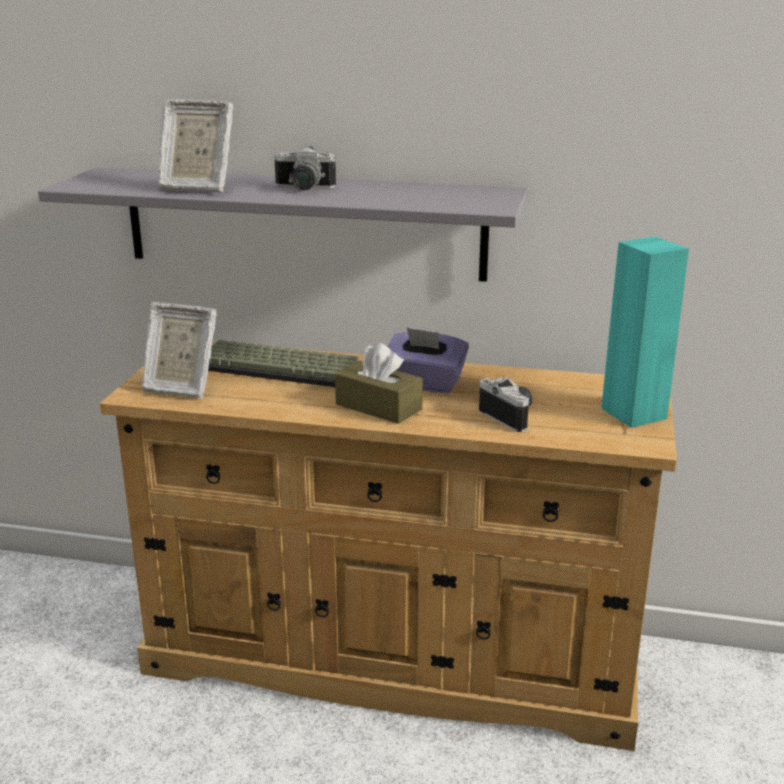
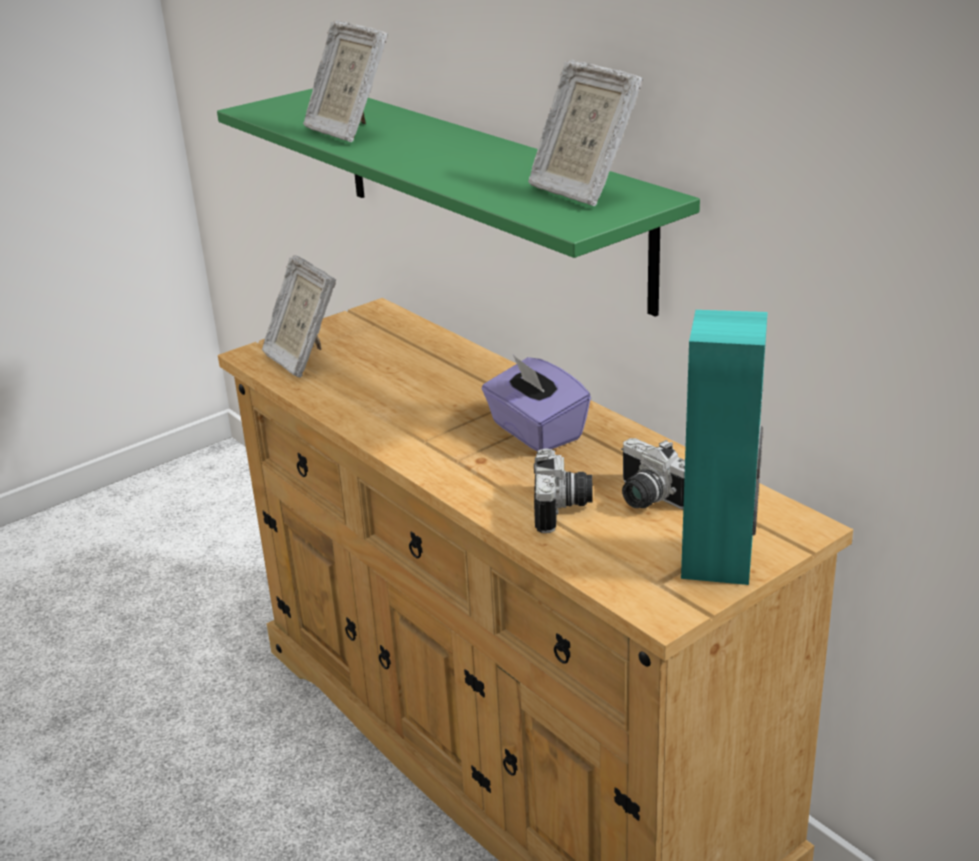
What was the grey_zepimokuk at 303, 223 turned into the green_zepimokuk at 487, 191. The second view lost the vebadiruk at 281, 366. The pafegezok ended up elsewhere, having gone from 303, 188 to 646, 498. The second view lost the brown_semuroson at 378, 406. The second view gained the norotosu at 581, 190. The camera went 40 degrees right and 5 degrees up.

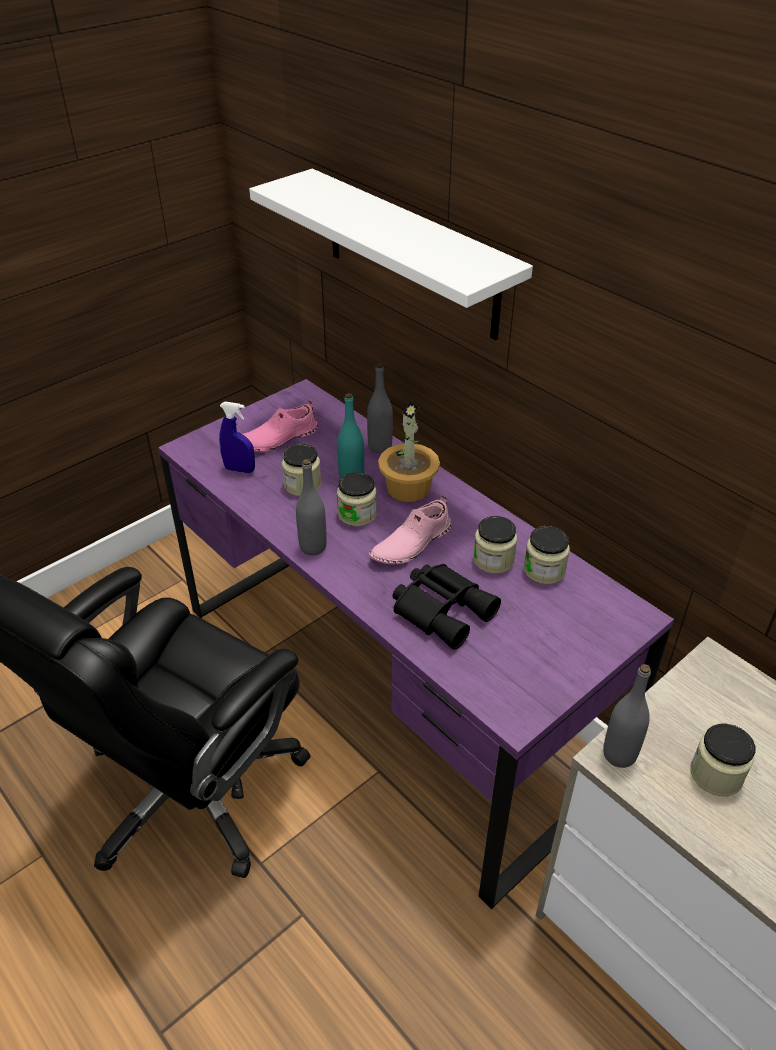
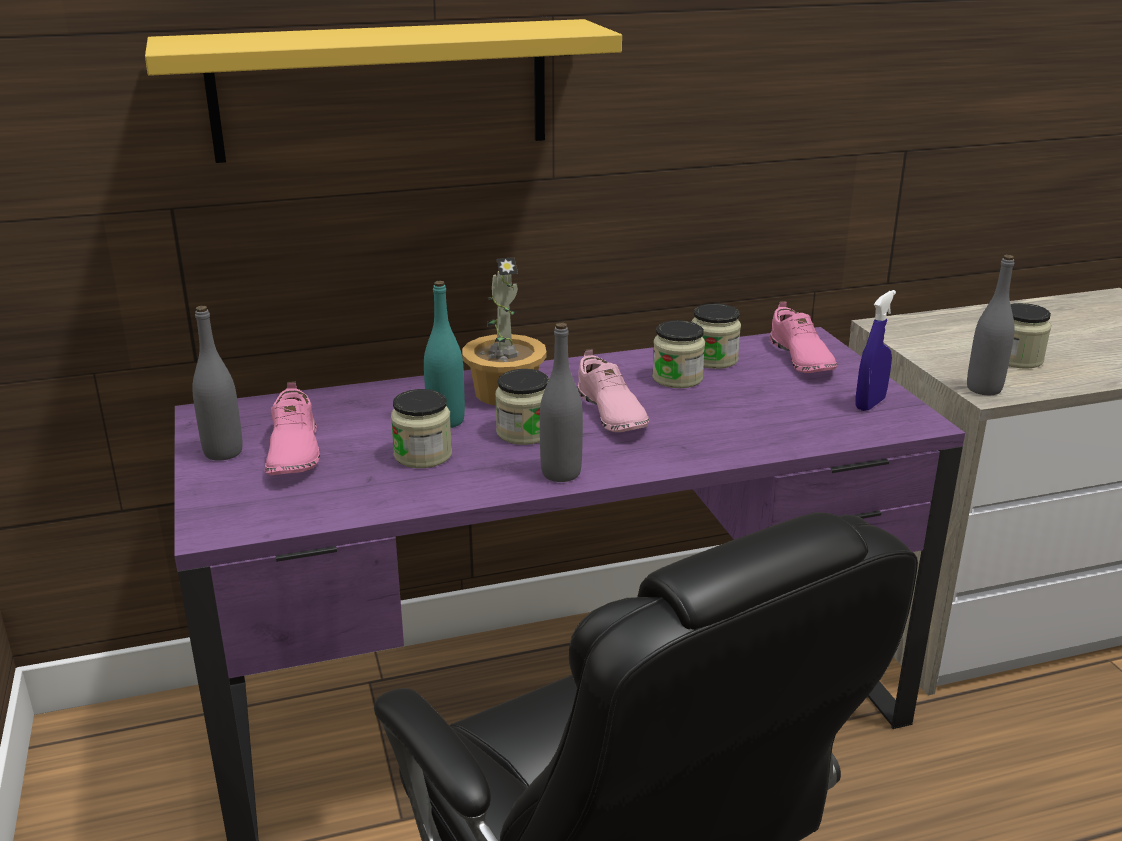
The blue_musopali ended up elsewhere, having gone from 239, 469 to 870, 404. What was the white_zepimokuk at 411, 254 turned into the yellow_zepimokuk at 381, 90. The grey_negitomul ended up elsewhere, having gone from 380, 446 to 223, 452. The second view lost the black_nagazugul at 443, 609. The second view gained the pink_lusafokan at 800, 359. The camera went 65 degrees left and 15 degrees down.

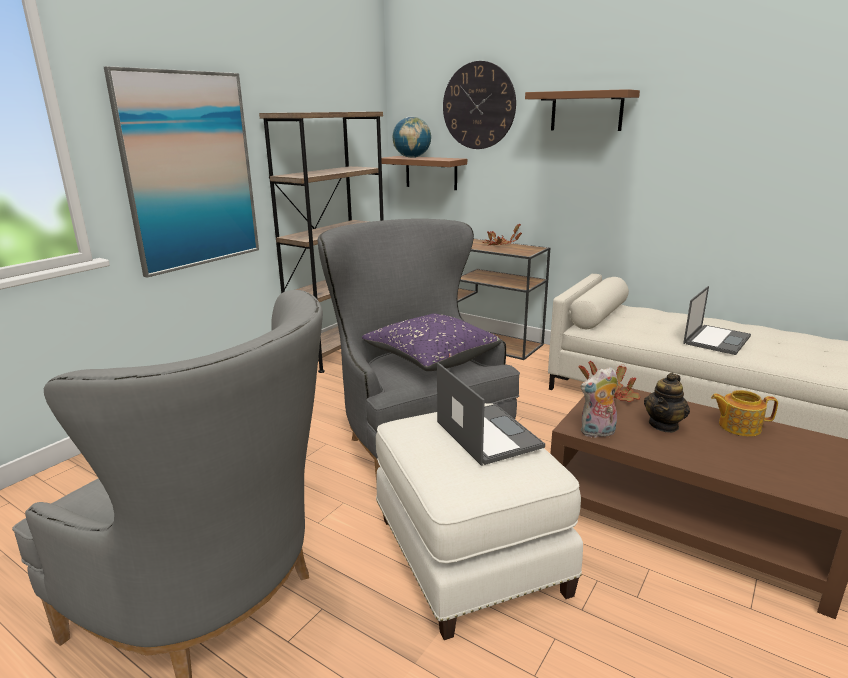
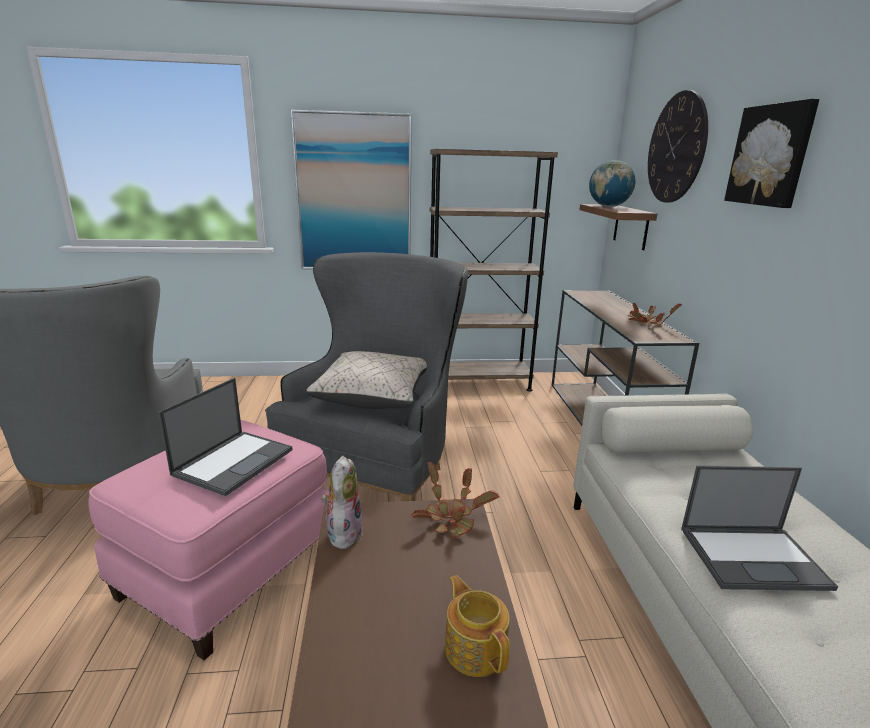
What was the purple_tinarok at 431, 358 turned into the beige_tinarok at 373, 395. What was the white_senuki at 467, 555 turned into the pink_senuki at 229, 568. Where the brown_zepimokuk hung at 586, 111, the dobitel came to hang at 771, 155. The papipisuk at 597, 433 ended up facing another way, 60 degrees clockwise from before. The second view lost the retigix at 664, 425. The camera went 50 degrees right and 0 degrees up.

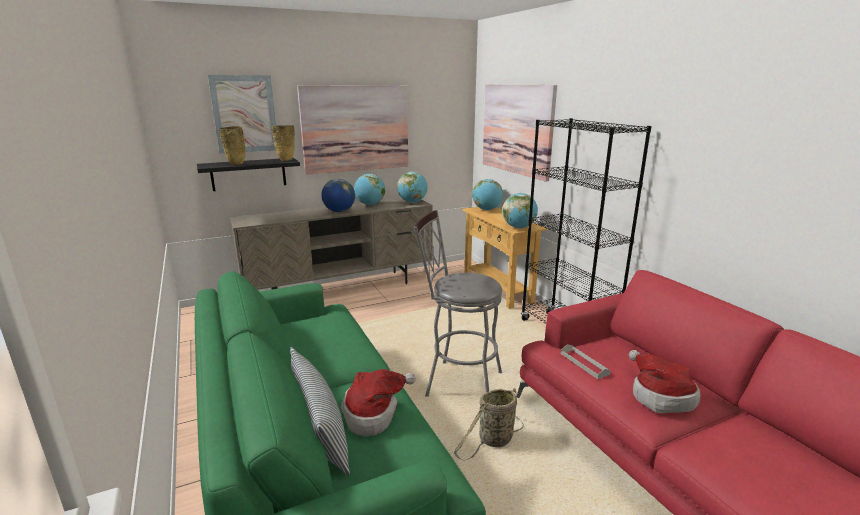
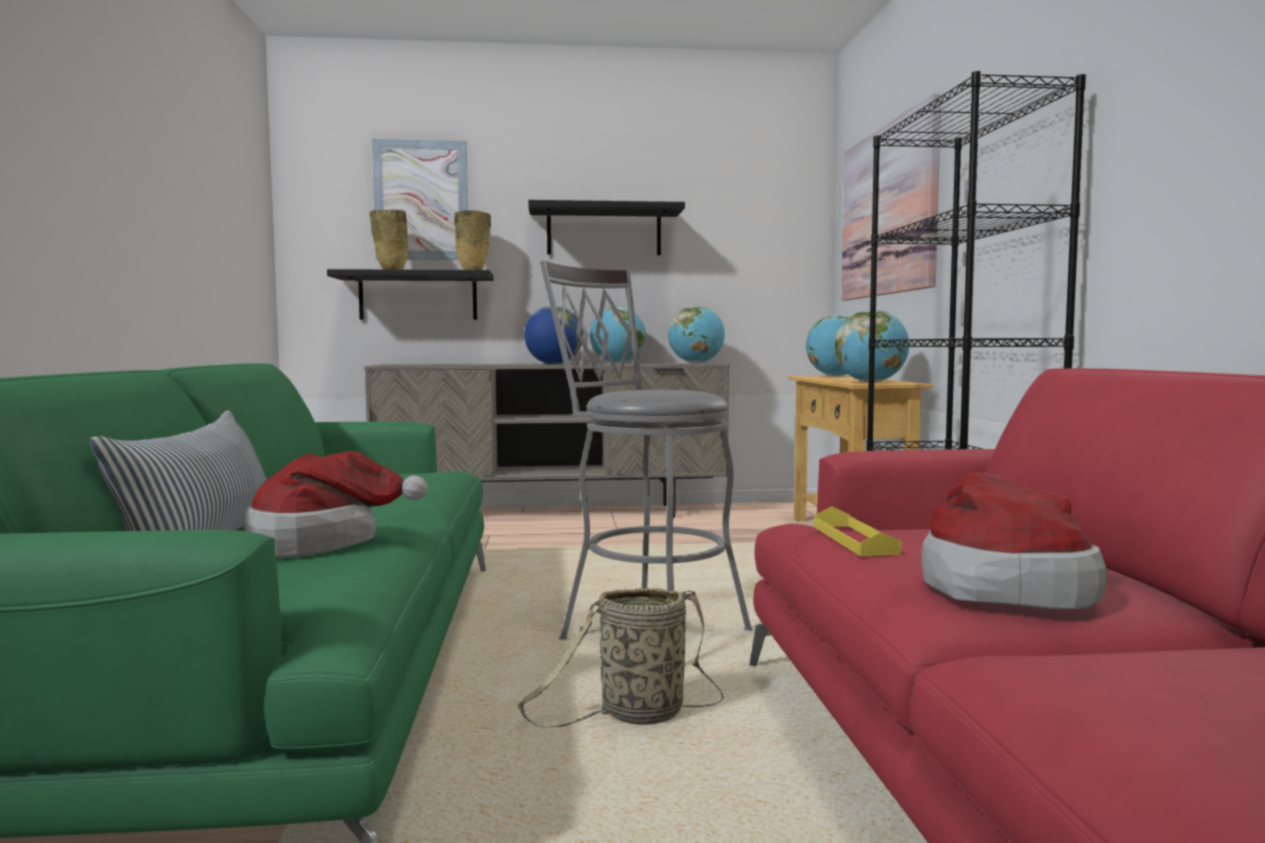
Where the dobitel hung at 356, 128, the black_zepimokuk came to hang at 604, 232. What was the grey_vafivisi at 584, 363 turned into the yellow_vafivisi at 854, 540. The camera went 20 degrees right and 15 degrees down.

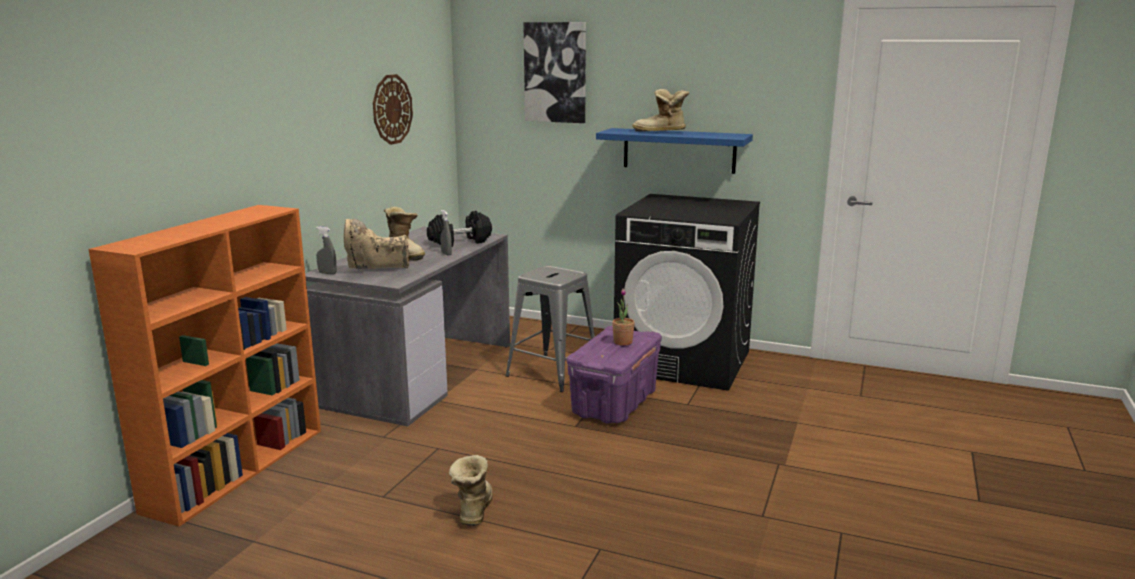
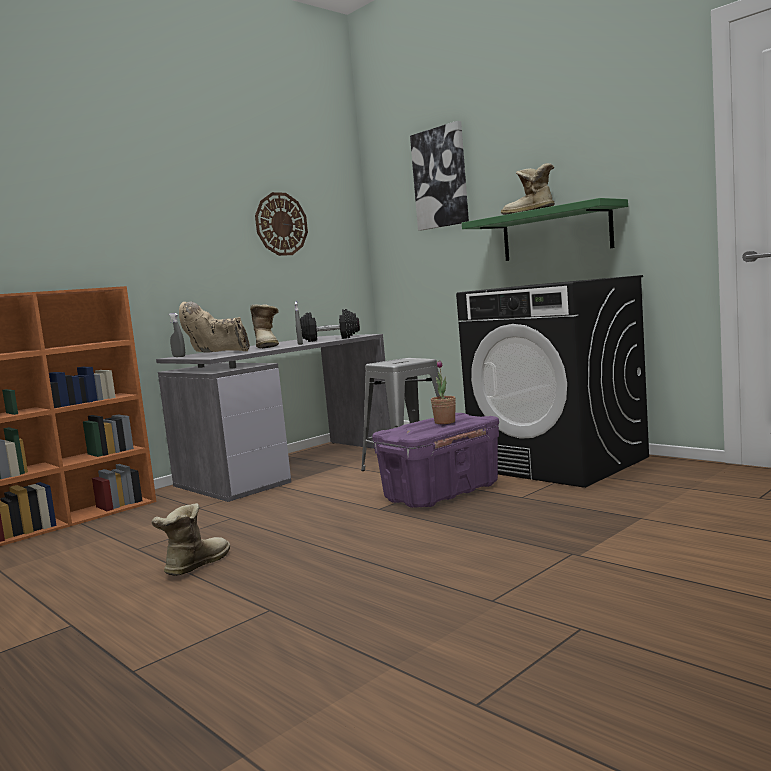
What was the blue_zepimokuk at 679, 150 turned into the green_zepimokuk at 555, 233. The camera went 25 degrees right and 10 degrees down.

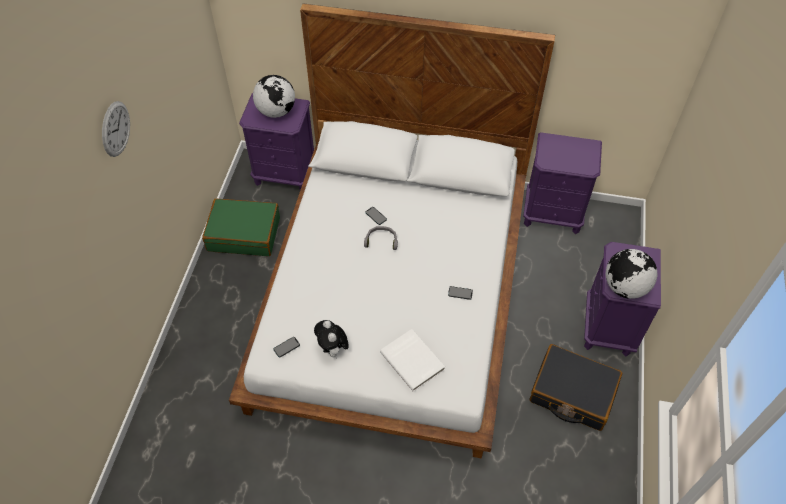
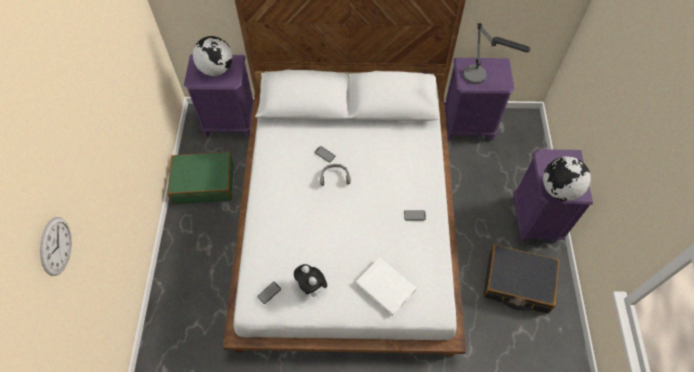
The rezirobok ended up elsewhere, having gone from 115, 129 to 56, 246. The second view gained the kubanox at 481, 78. The camera went 10 degrees left and 5 degrees up.

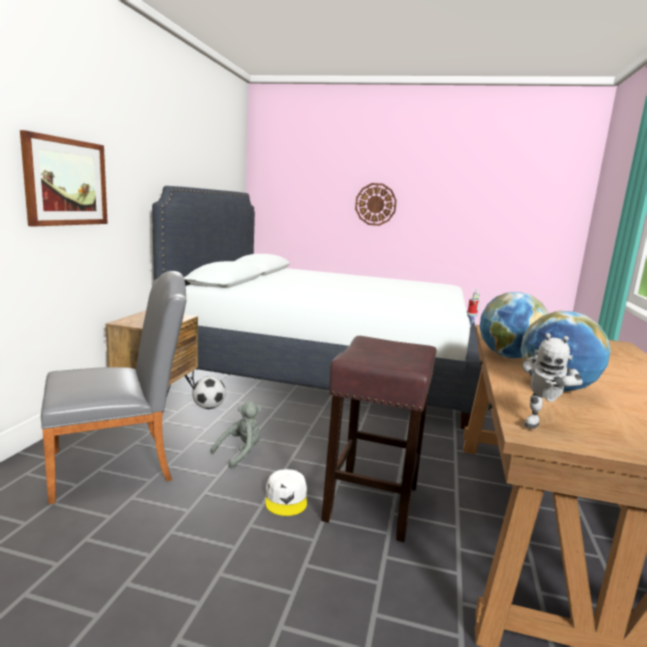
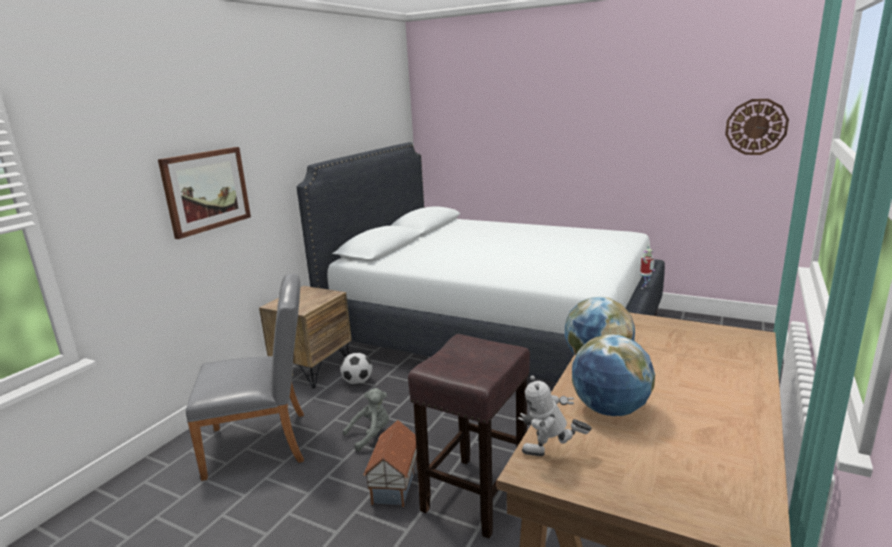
Where the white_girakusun stood at 286, 498, the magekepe came to stand at 396, 485. The rezirobok ended up elsewhere, having gone from 375, 204 to 756, 127. The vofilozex at 539, 421 ended up facing another way, 45 degrees clockwise from before. The camera went 15 degrees right and 5 degrees up.

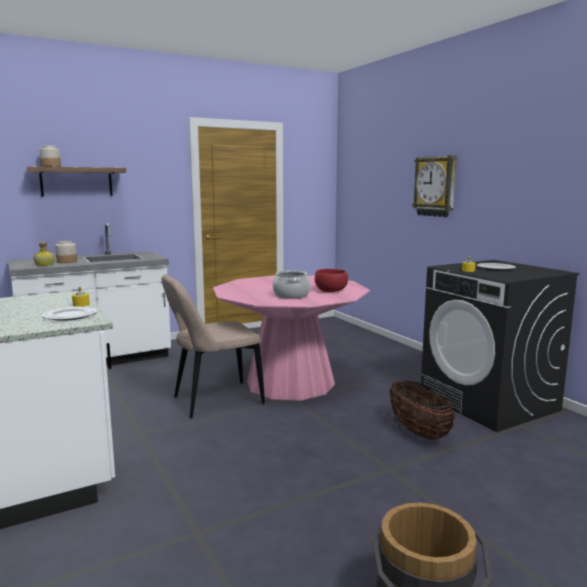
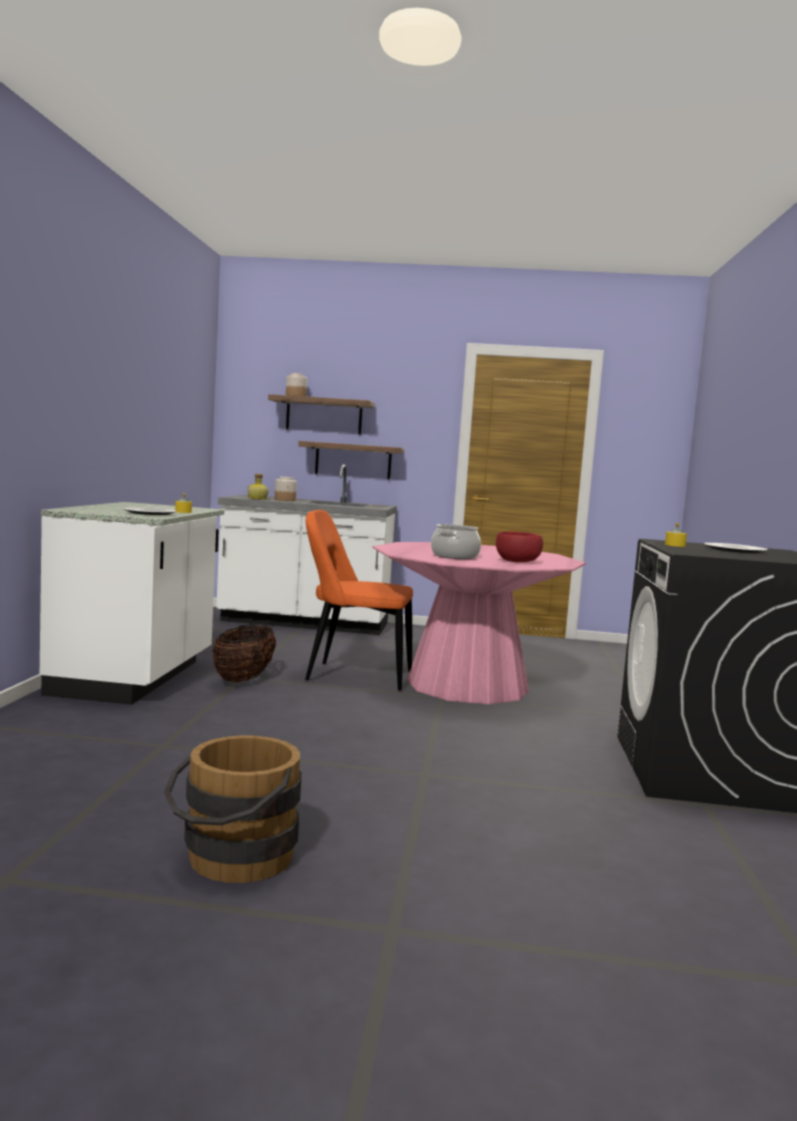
What was the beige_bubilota at 213, 401 turned into the orange_bubilota at 354, 676. The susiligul ended up elsewhere, having gone from 418, 432 to 243, 679. The second view lost the rezirobok at 435, 186. The second view gained the zepimokuk at 353, 460. The camera went 35 degrees right and 5 degrees down.

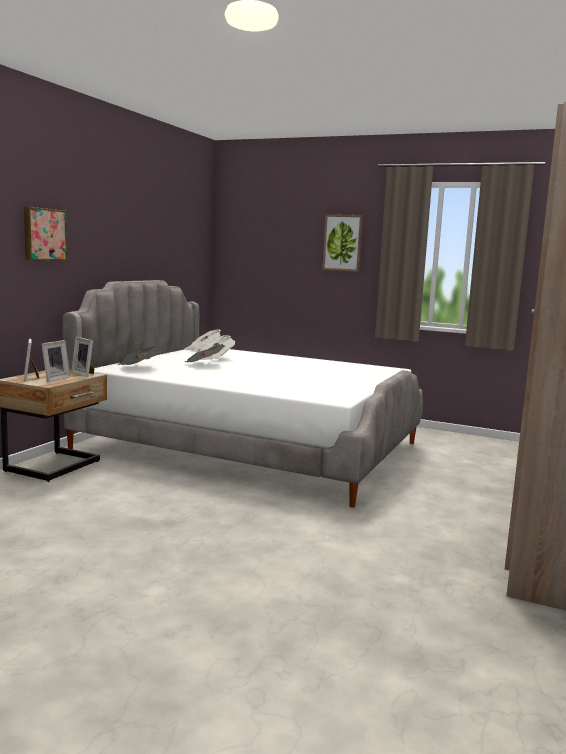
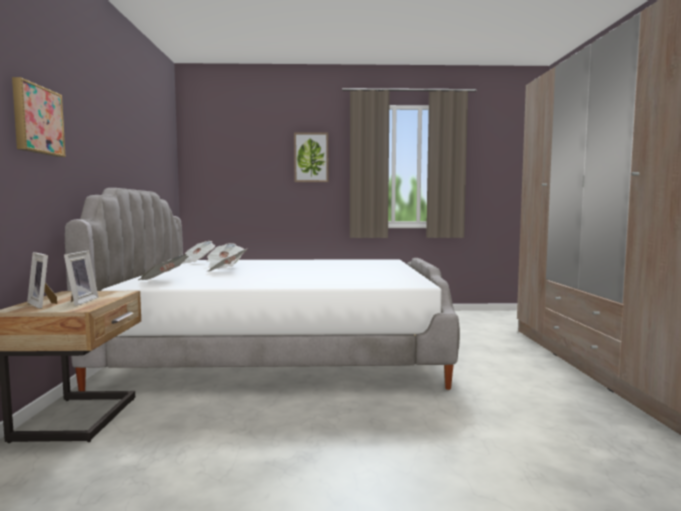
The second view lost the norotosu at 84, 374. The camera went 25 degrees left and 5 degrees down.

